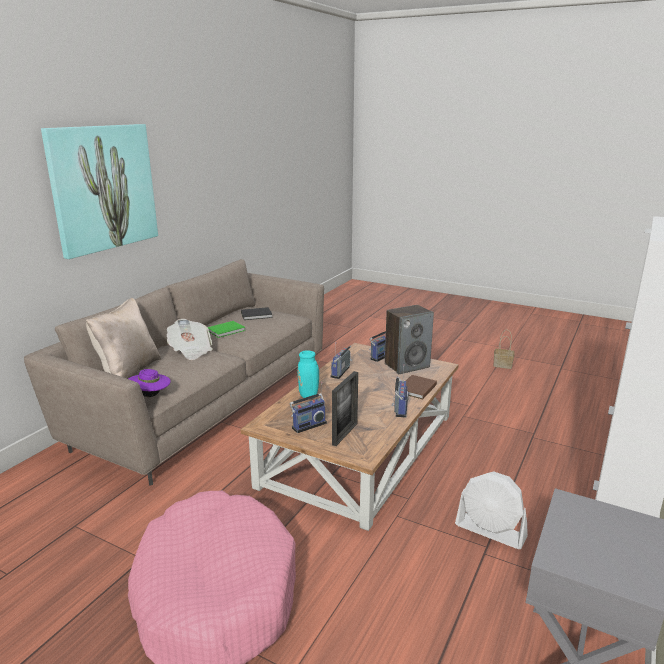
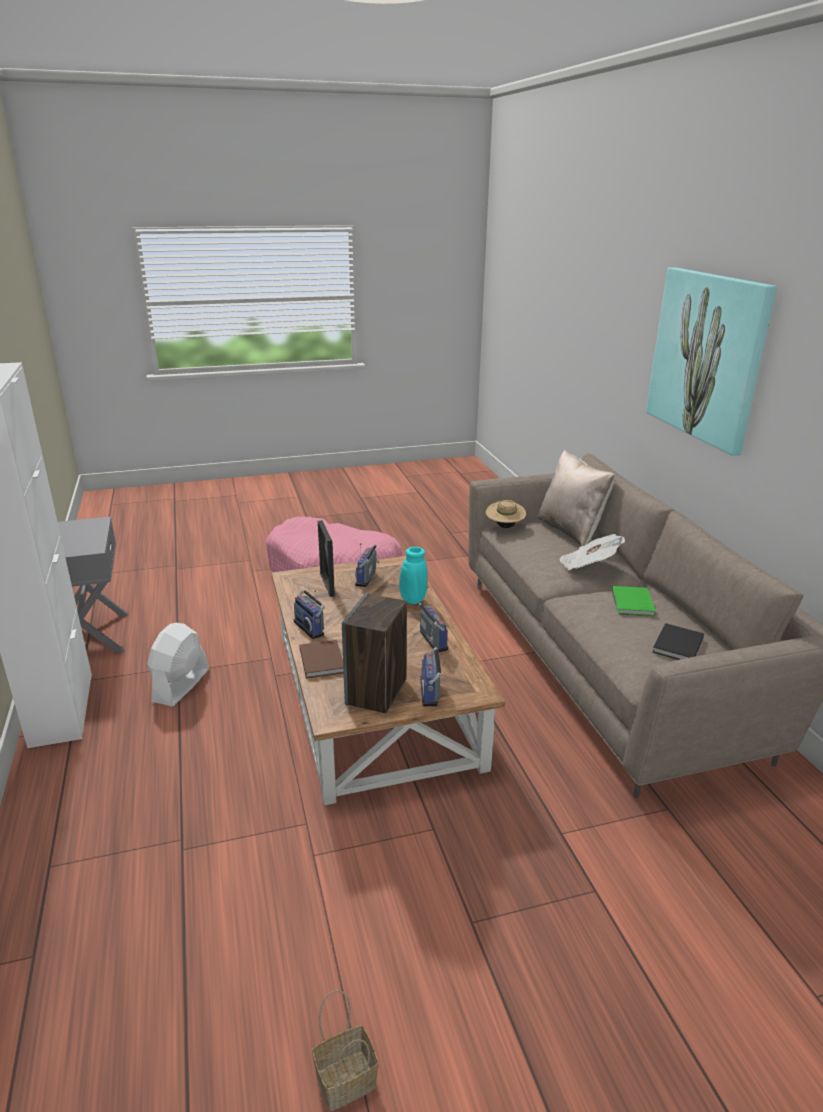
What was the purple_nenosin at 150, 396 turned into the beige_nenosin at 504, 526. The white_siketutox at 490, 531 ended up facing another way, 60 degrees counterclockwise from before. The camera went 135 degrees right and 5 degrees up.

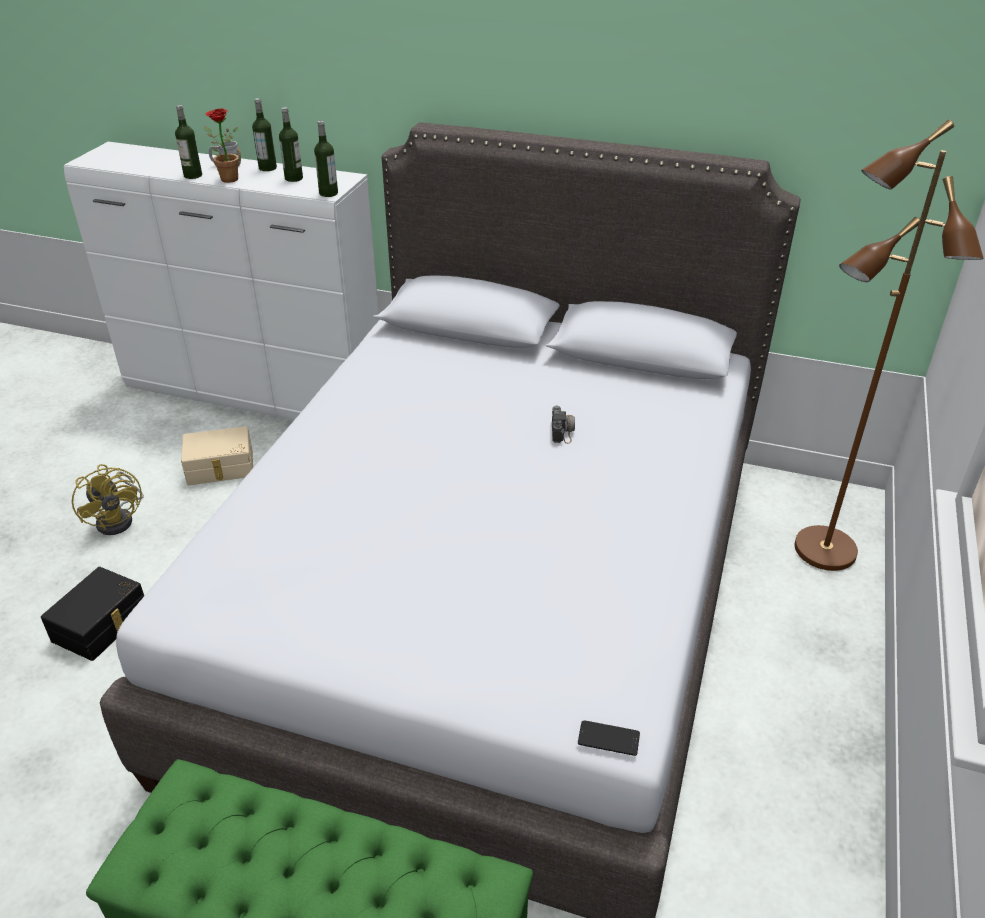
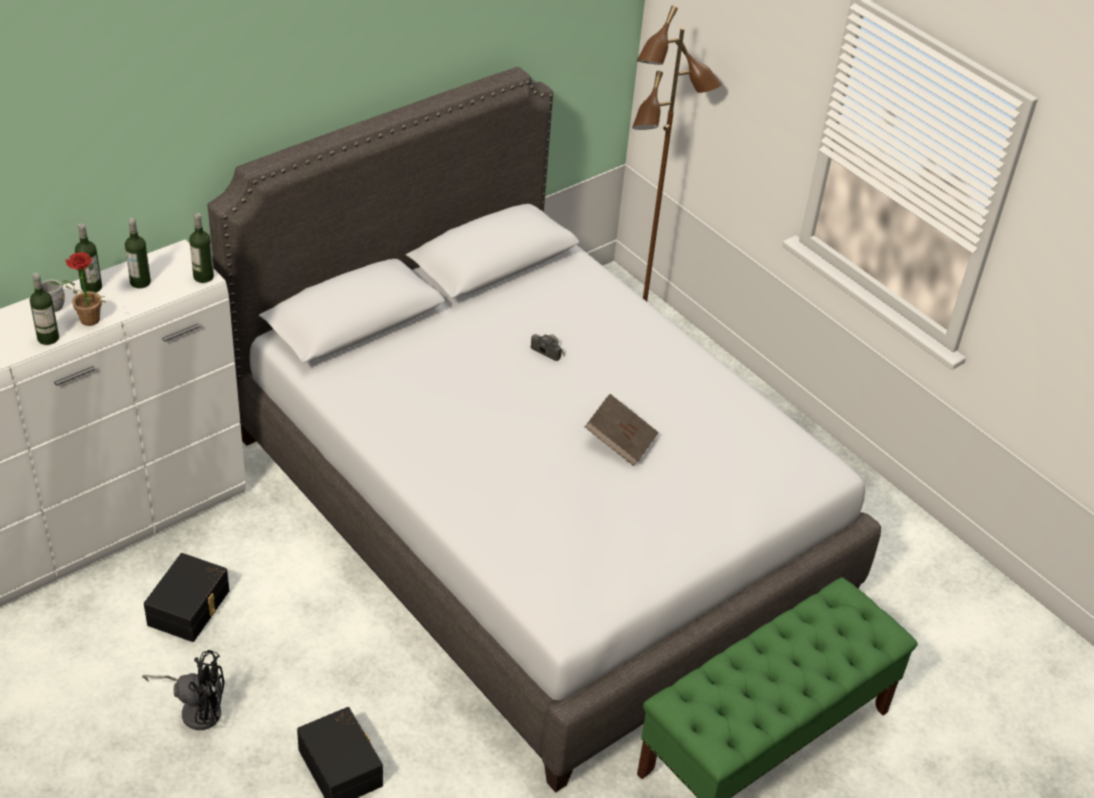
What was the yellow_siketutox at 120, 519 turned into the black_siketutox at 196, 709. What was the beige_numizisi at 220, 468 turned into the black_numizisi at 190, 608. The second view lost the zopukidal at 608, 738. The second view gained the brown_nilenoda at 620, 441. The camera went 60 degrees left and 5 degrees up.

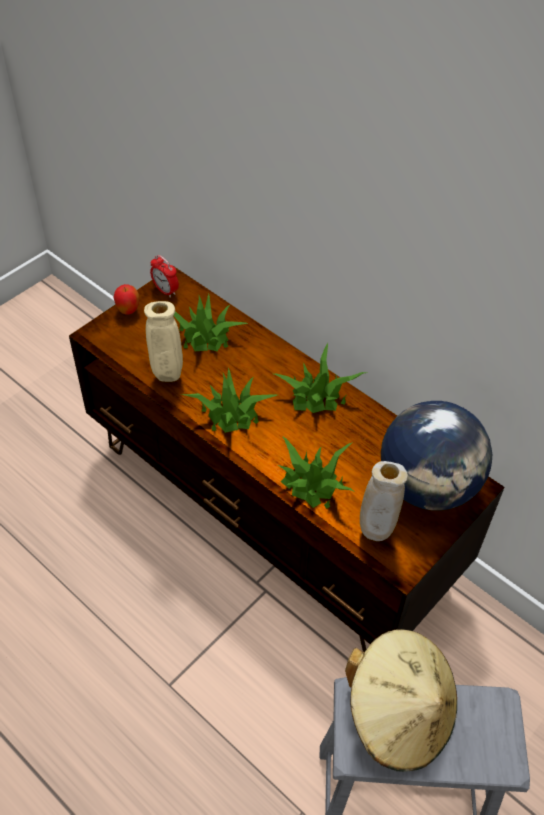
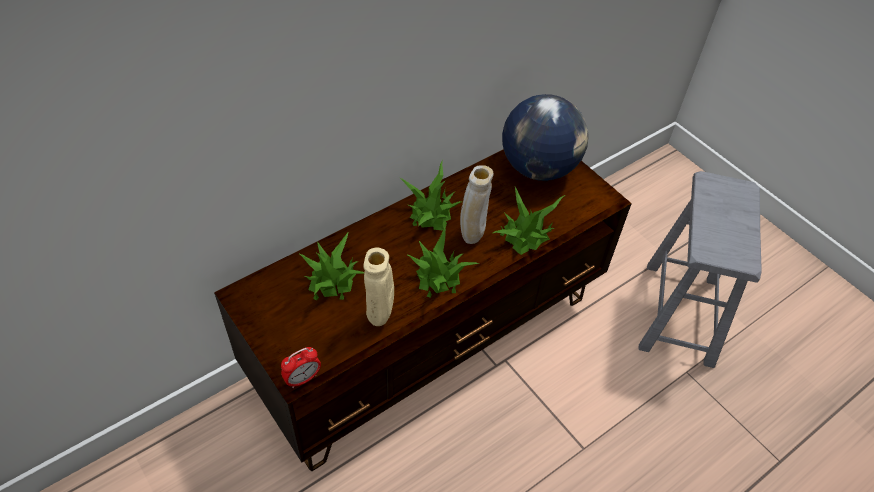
The second view lost the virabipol at 128, 311. The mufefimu ended up elsewhere, having gone from 165, 291 to 303, 379. The second view lost the beige_nenosin at 399, 713. The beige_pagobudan ended up elsewhere, having gone from 375, 532 to 471, 236. The camera went 80 degrees left and 0 degrees up.

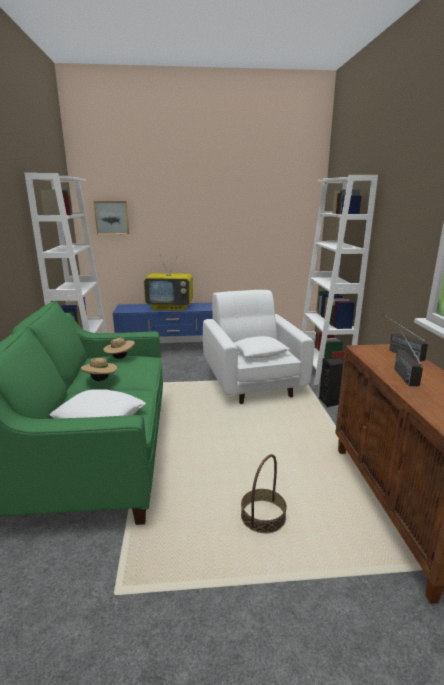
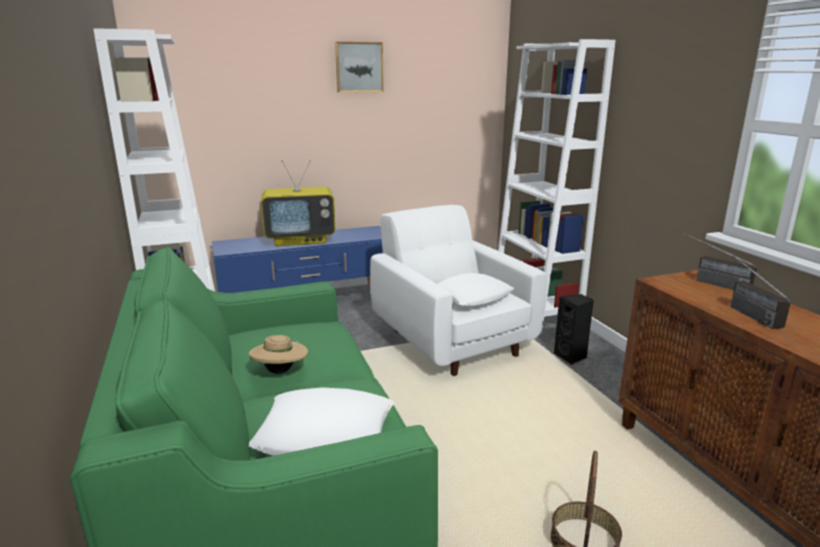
The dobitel ended up elsewhere, having gone from 112, 217 to 359, 67. The second view lost the beige_nenosin at 120, 358. The camera went 15 degrees left and 0 degrees up.

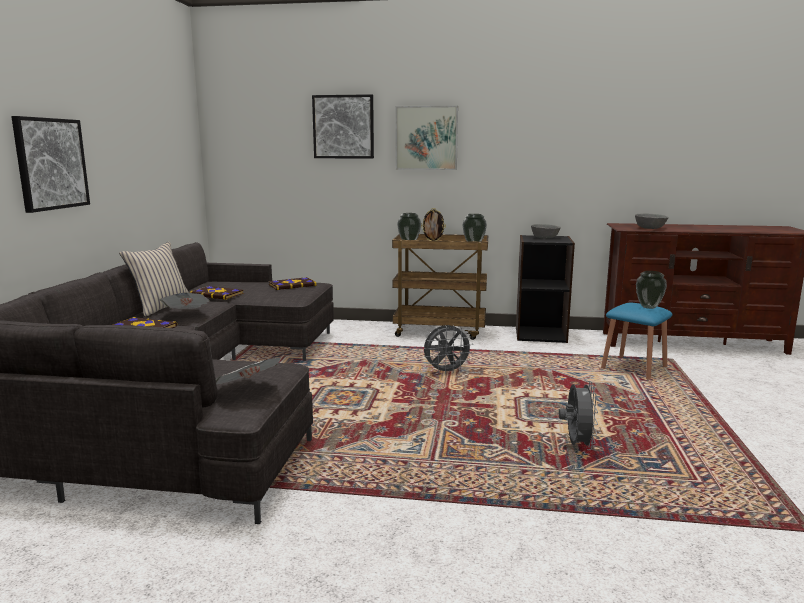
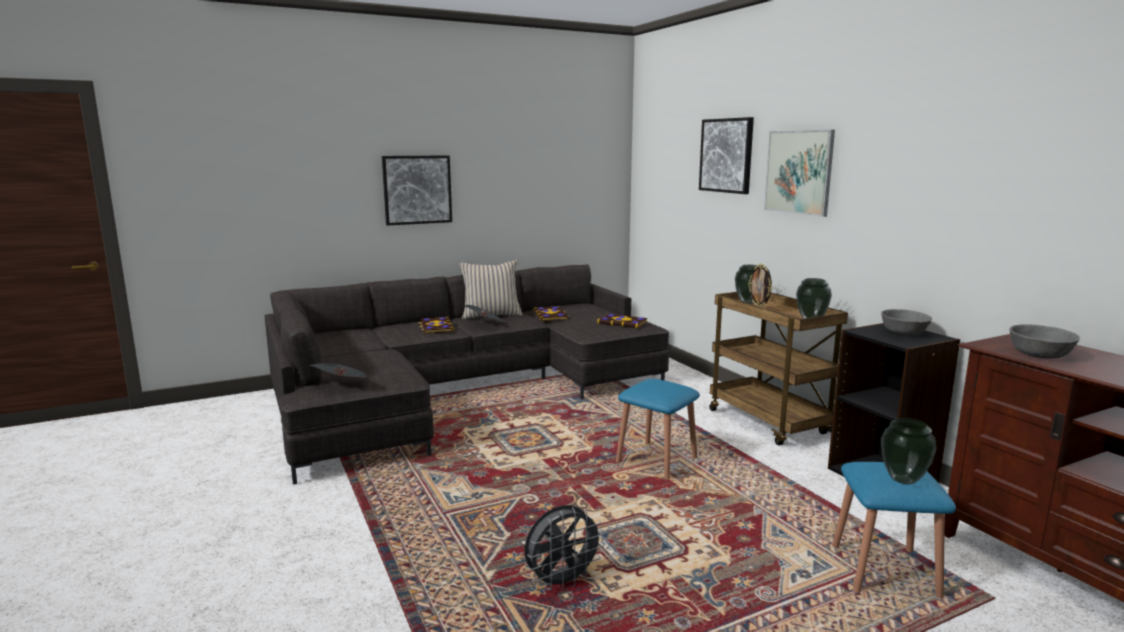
Where the grey_siketutox stood at 446, 372, the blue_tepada came to stand at 656, 460. The camera went 55 degrees right and 0 degrees up.

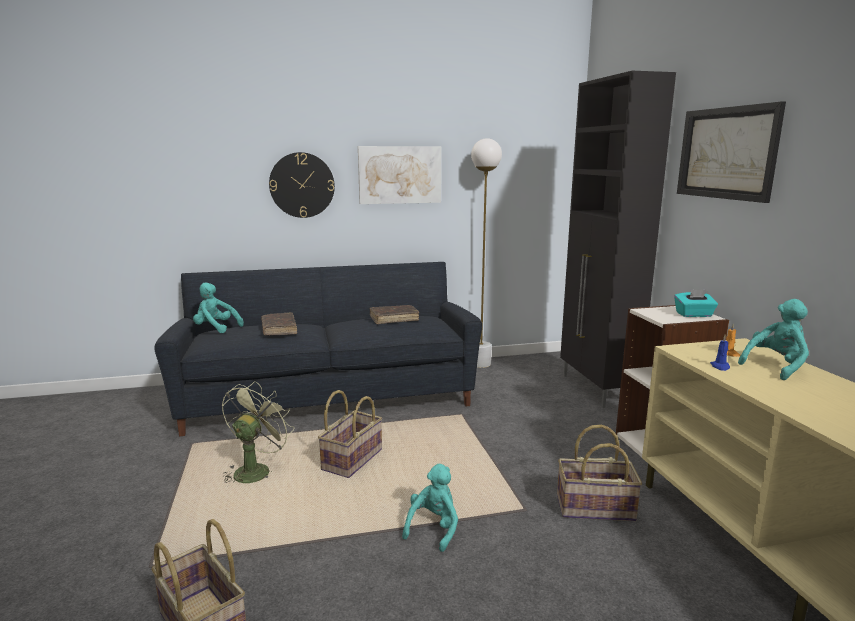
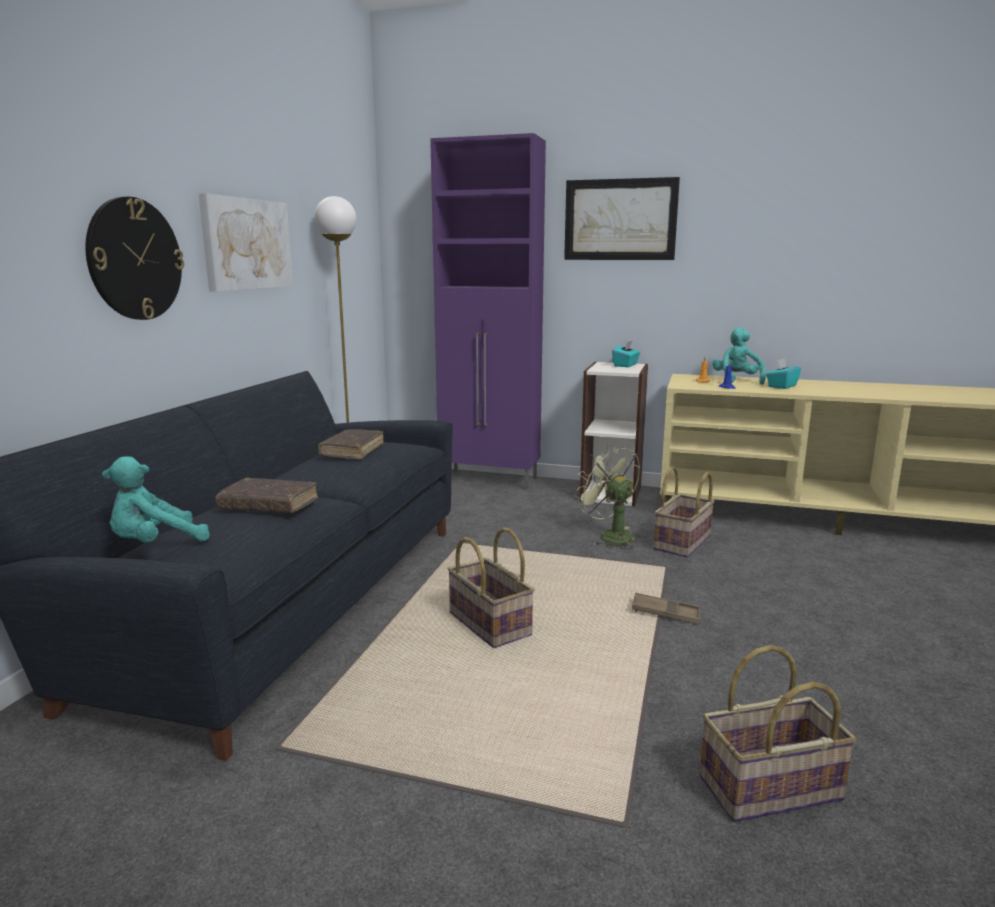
The green_siketutox ended up elsewhere, having gone from 255, 469 to 609, 536. Where the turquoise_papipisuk stood at 433, 528, the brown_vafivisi came to stand at 666, 613. What was the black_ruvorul at 596, 389 turned into the purple_ruvorul at 491, 480. The second view gained the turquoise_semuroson at 781, 386. The camera went 60 degrees left and 0 degrees up.

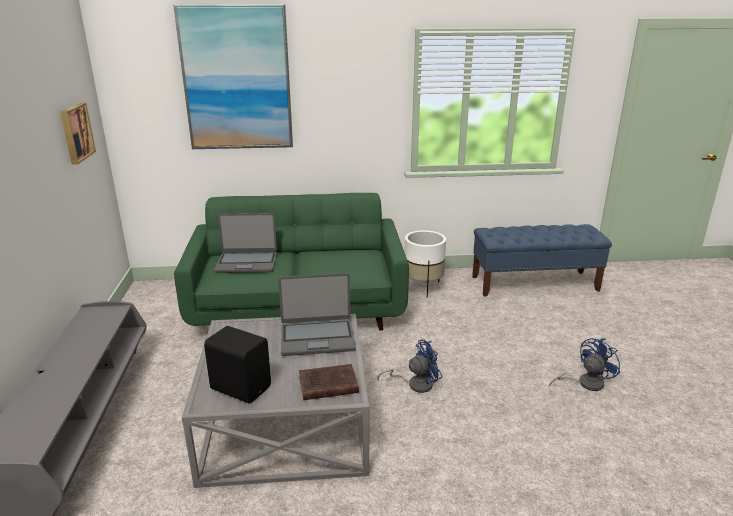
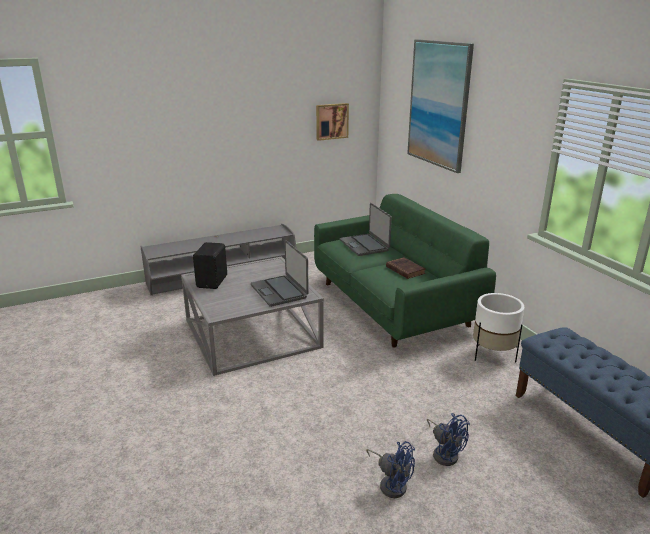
The brown_nilenoda ended up elsewhere, having gone from 326, 385 to 404, 270. The blue_siketutox ended up elsewhere, having gone from 415, 384 to 445, 453. The camera went 70 degrees right and 0 degrees up.

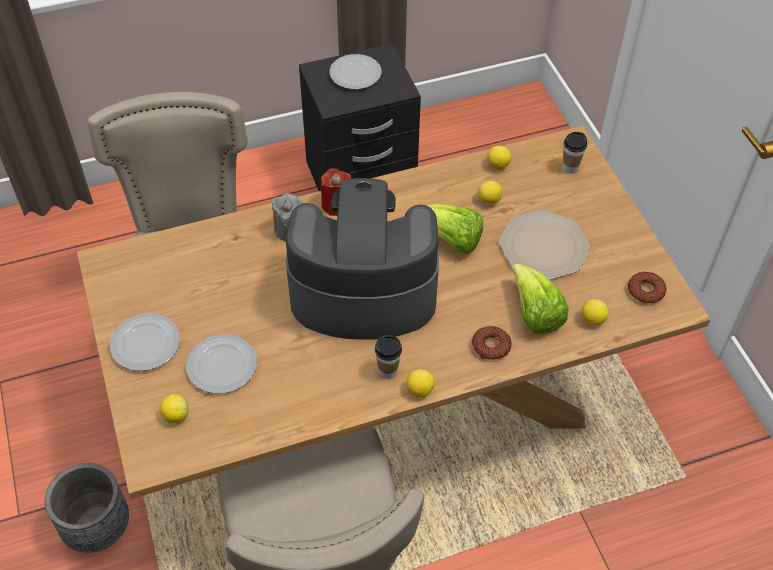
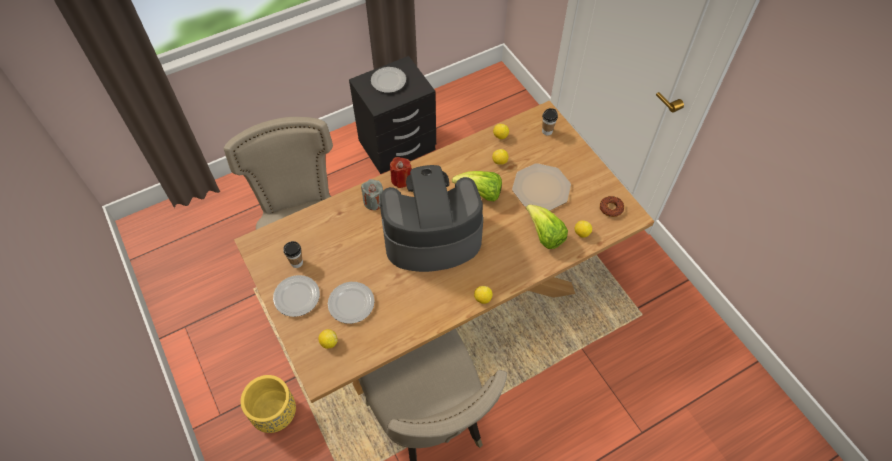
What was the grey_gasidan at 97, 528 turned into the yellow_gasidan at 275, 414. The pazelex ended up elsewhere, having gone from 388, 371 to 297, 263. The second view lost the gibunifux at 491, 346. The camera went 10 degrees left and 5 degrees up.

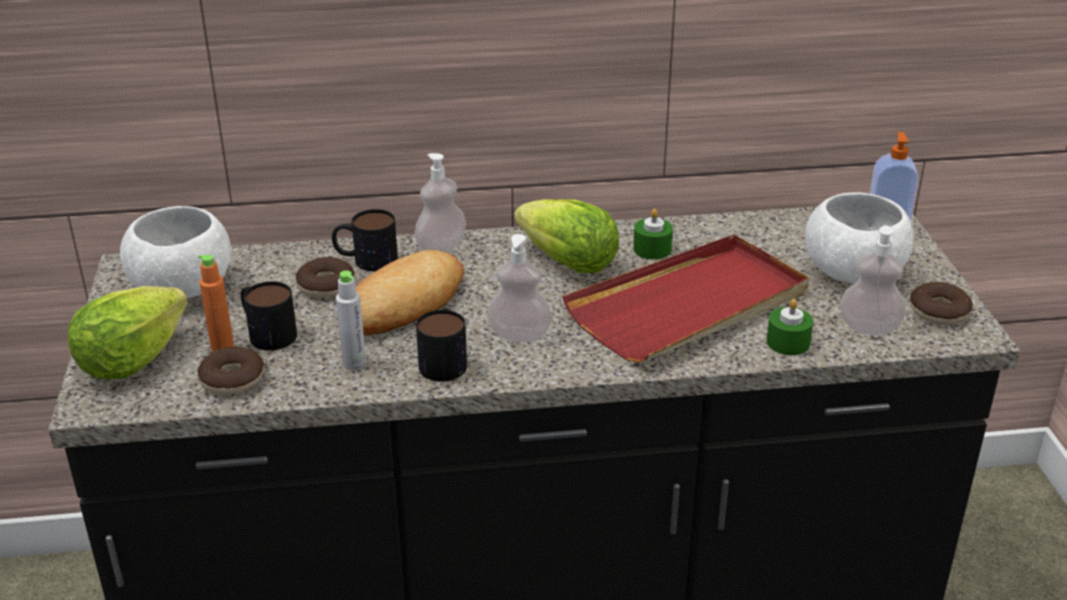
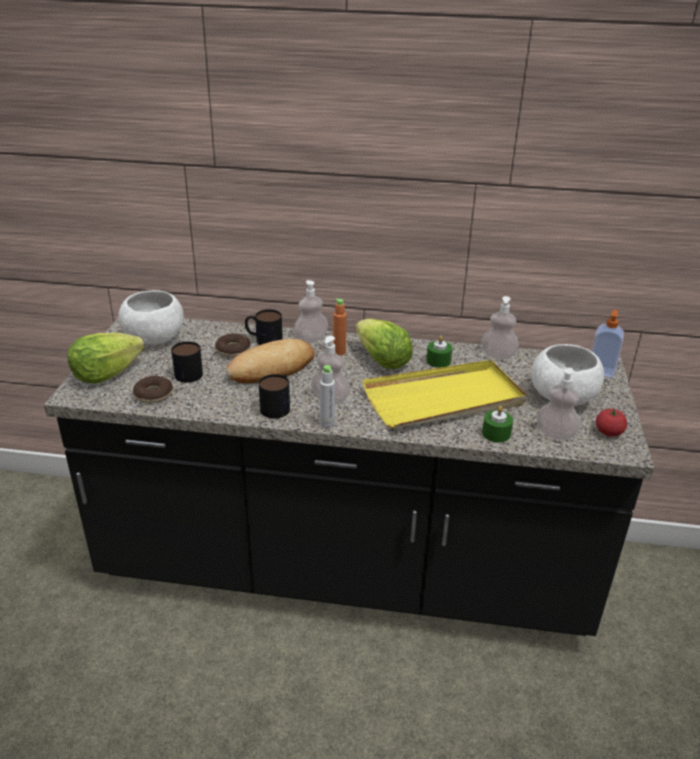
The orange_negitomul ended up elsewhere, having gone from 222, 346 to 339, 352. The grey_negitomul ended up elsewhere, having gone from 354, 363 to 327, 424. What was the red_vafivisi at 690, 305 turned into the yellow_vafivisi at 444, 399. Where the gibunifux stood at 939, 312, the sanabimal came to stand at 608, 432. The second view gained the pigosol at 498, 355. The camera went 15 degrees right and 0 degrees up.

